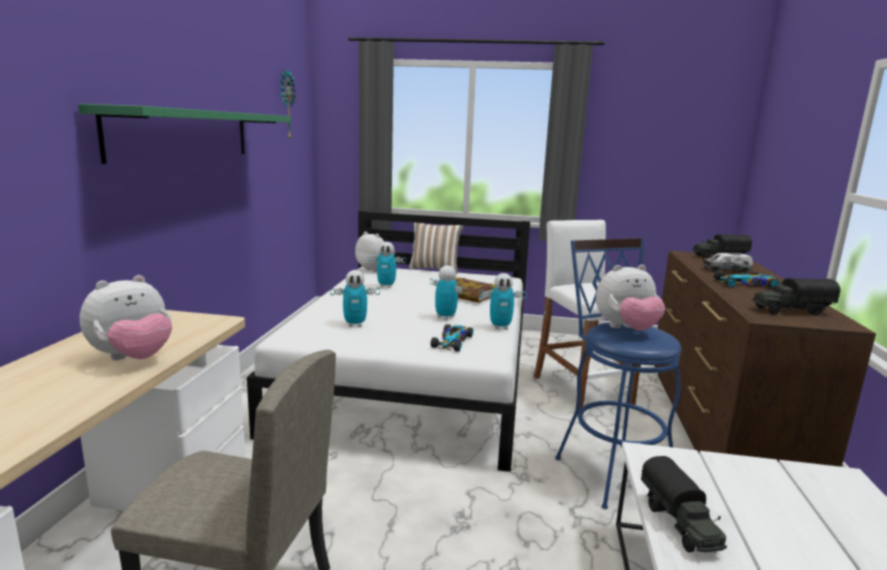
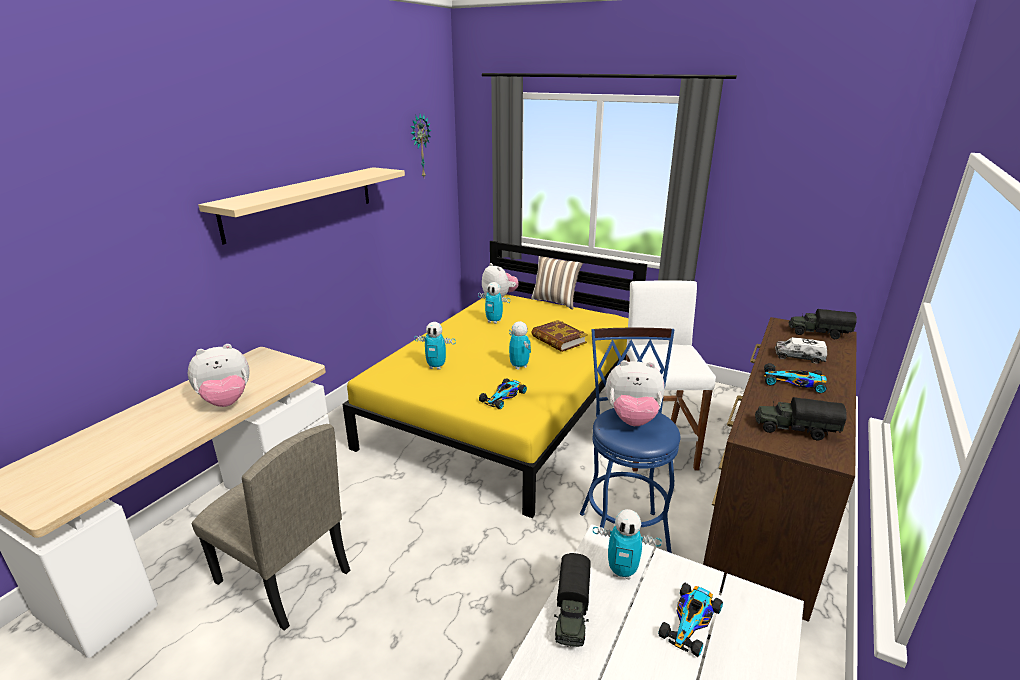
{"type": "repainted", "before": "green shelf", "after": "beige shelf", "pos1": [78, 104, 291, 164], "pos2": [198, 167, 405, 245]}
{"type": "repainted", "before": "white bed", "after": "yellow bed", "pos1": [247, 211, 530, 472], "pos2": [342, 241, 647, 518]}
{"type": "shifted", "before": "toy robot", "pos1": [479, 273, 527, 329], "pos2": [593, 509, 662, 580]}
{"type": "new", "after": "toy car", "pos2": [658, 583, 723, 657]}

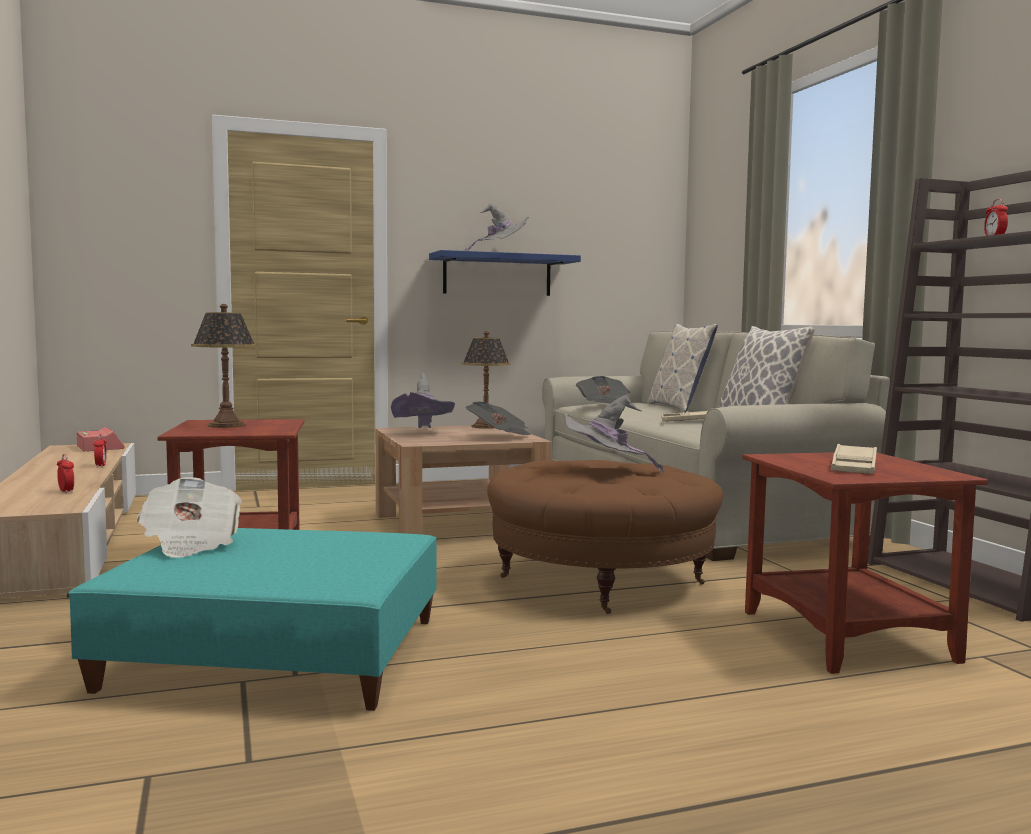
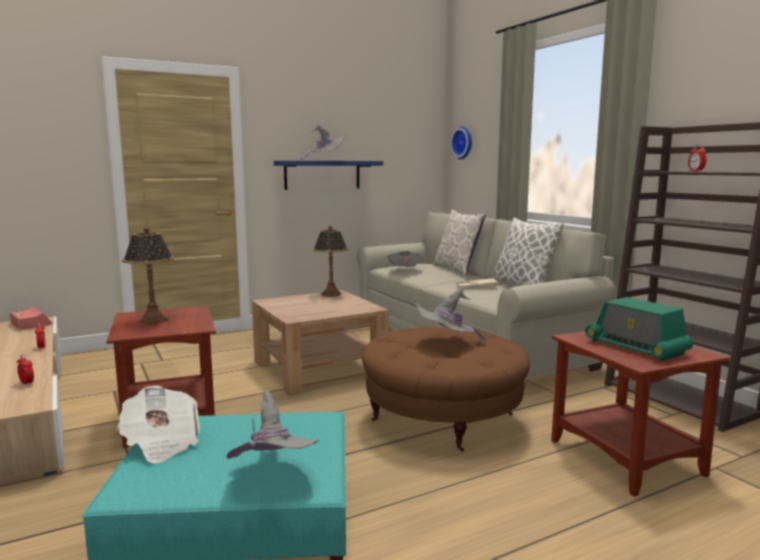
{"type": "shifted", "before": "grey hat", "pos1": [391, 372, 455, 428], "pos2": [226, 390, 319, 459]}
{"type": "gone", "before": "newspaper", "pos1": [466, 402, 531, 435]}
{"type": "swapped", "before": "beige tray", "after": "radio", "pos1": [831, 444, 877, 474], "pos2": [585, 297, 693, 361]}
{"type": "new", "after": "wall clock", "pos2": [450, 126, 472, 159]}

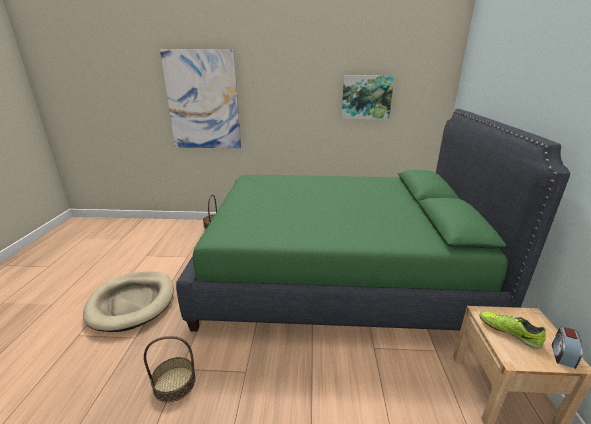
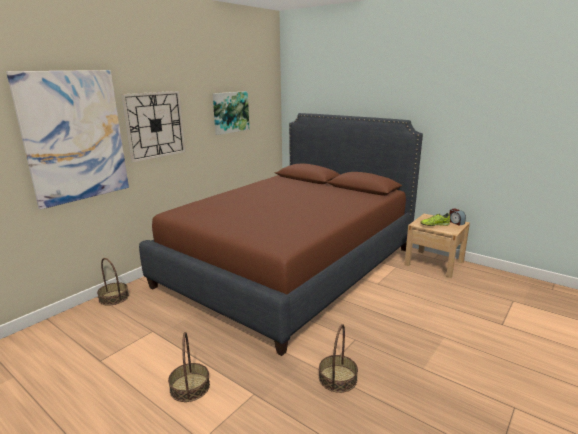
{"type": "swapped", "before": "beige dog bed", "after": "basket", "pos1": [83, 271, 174, 332], "pos2": [168, 332, 210, 402]}
{"type": "repainted", "before": "green bed", "after": "brown bed", "pos1": [176, 109, 570, 332], "pos2": [139, 113, 423, 356]}
{"type": "new", "after": "wall clock", "pos2": [121, 91, 185, 162]}

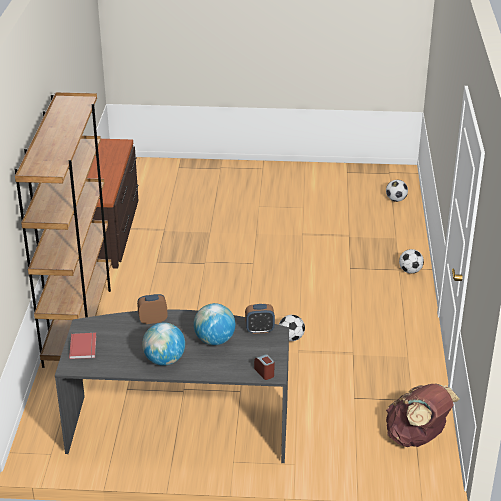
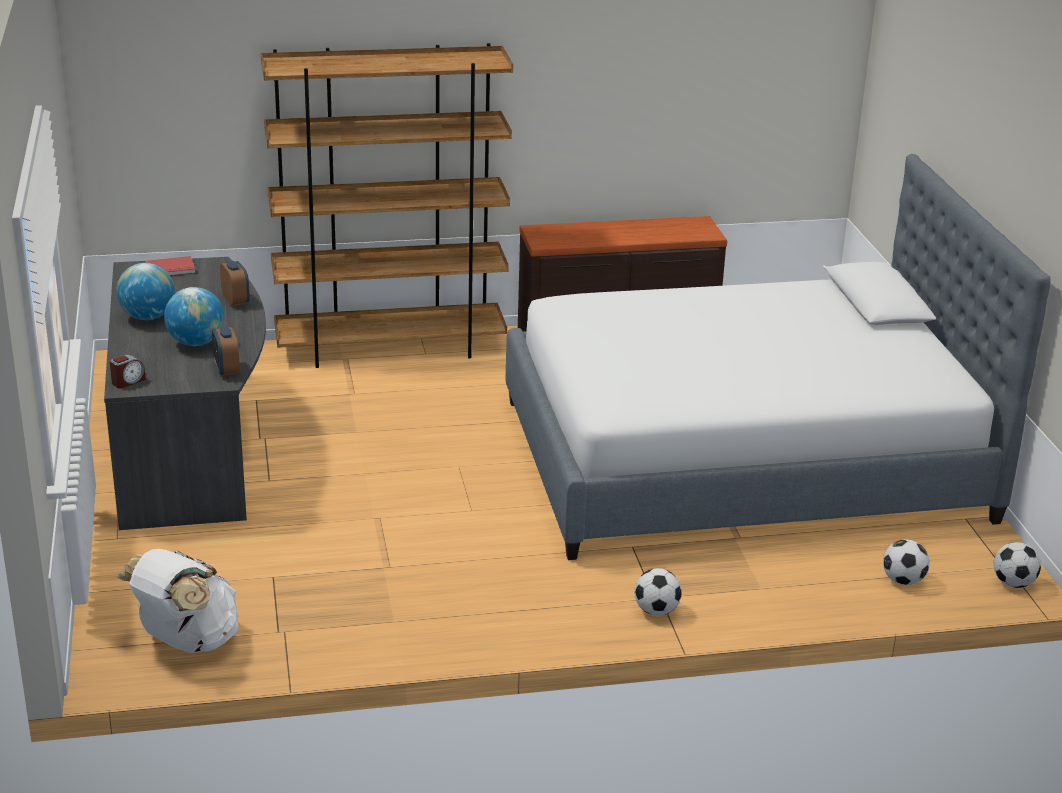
{"type": "shifted", "before": "football", "pos1": [279, 315, 305, 341], "pos2": [993, 542, 1041, 588]}
{"type": "repainted", "before": "brown backpack", "after": "white backpack", "pos1": [386, 384, 460, 447], "pos2": [117, 549, 239, 653]}
{"type": "new", "after": "bed", "pos2": [505, 154, 1051, 560]}

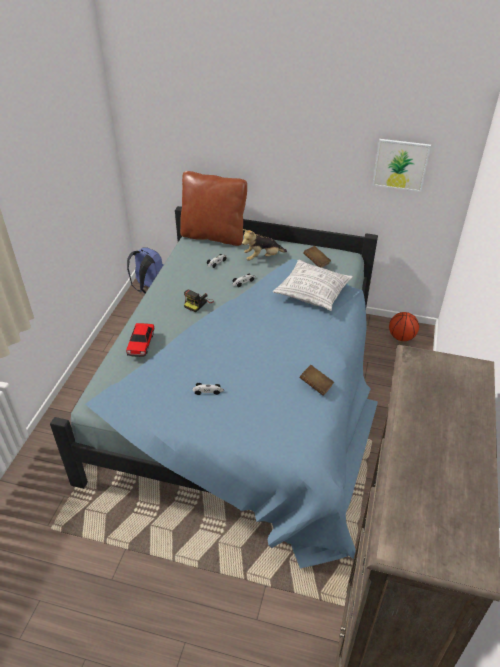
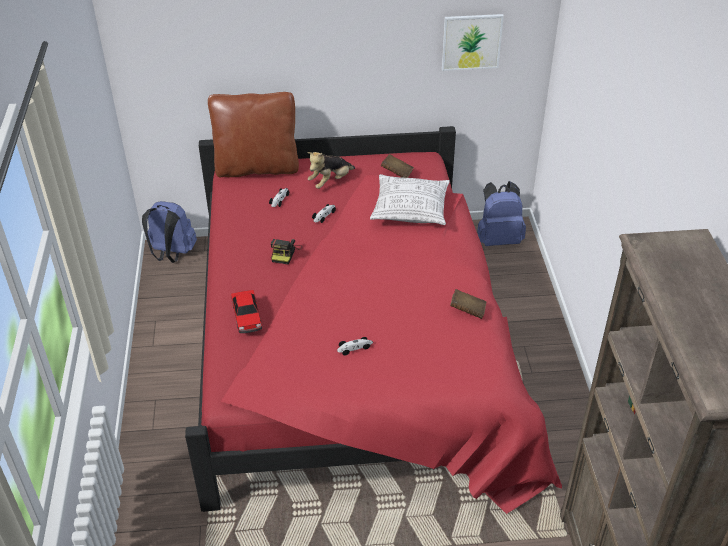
{"type": "repainted", "before": "blue bed", "after": "red bed", "pos1": [50, 206, 378, 569], "pos2": [185, 126, 562, 514]}
{"type": "swapped", "before": "basketball", "after": "blue backpack", "pos1": [389, 312, 419, 341], "pos2": [477, 181, 526, 246]}

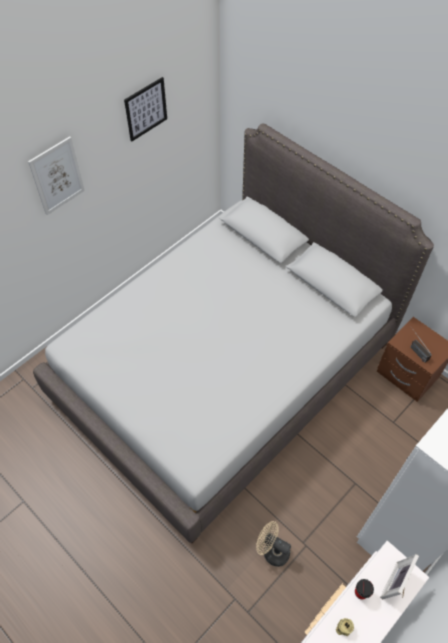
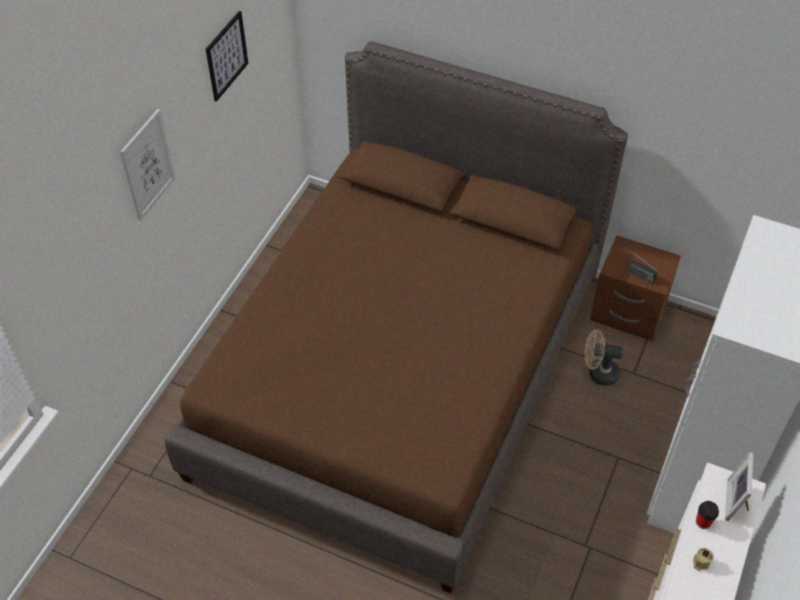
{"type": "repainted", "before": "grey bed", "after": "brown bed", "pos1": [33, 124, 434, 543], "pos2": [164, 41, 628, 593]}
{"type": "shifted", "before": "beige fan", "pos1": [257, 521, 291, 567], "pos2": [585, 329, 624, 386]}

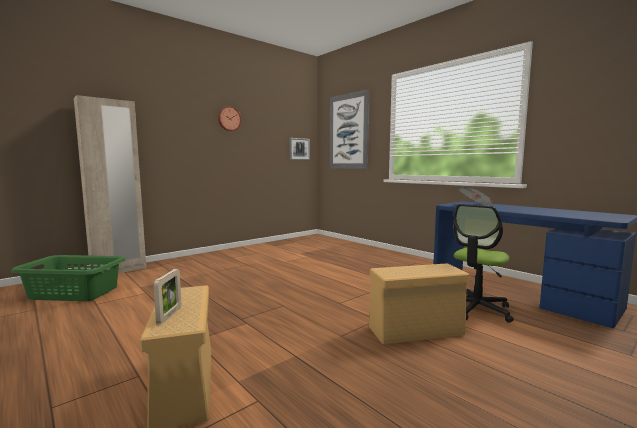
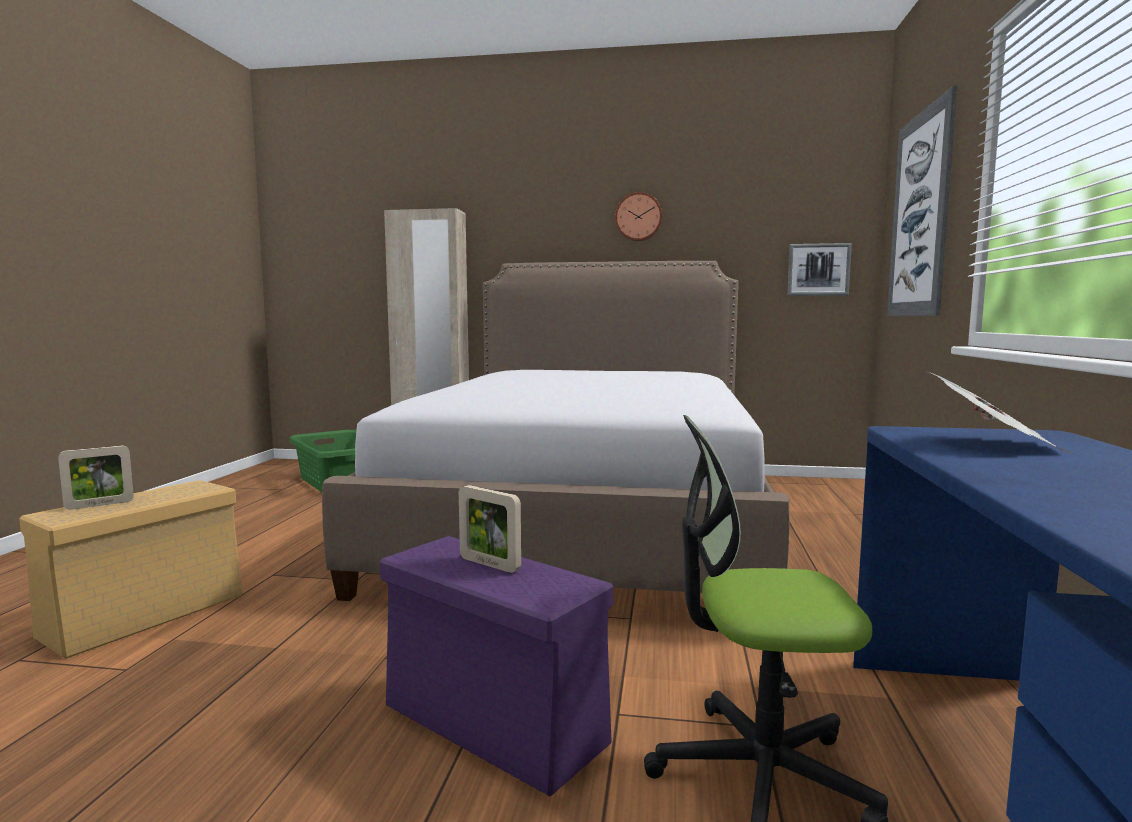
{"type": "repainted", "before": "beige storage box", "after": "purple storage box", "pos1": [369, 263, 470, 345], "pos2": [380, 536, 613, 796]}
{"type": "new", "after": "bed", "pos2": [322, 261, 789, 601]}
{"type": "new", "after": "picture frame", "pos2": [459, 485, 521, 573]}

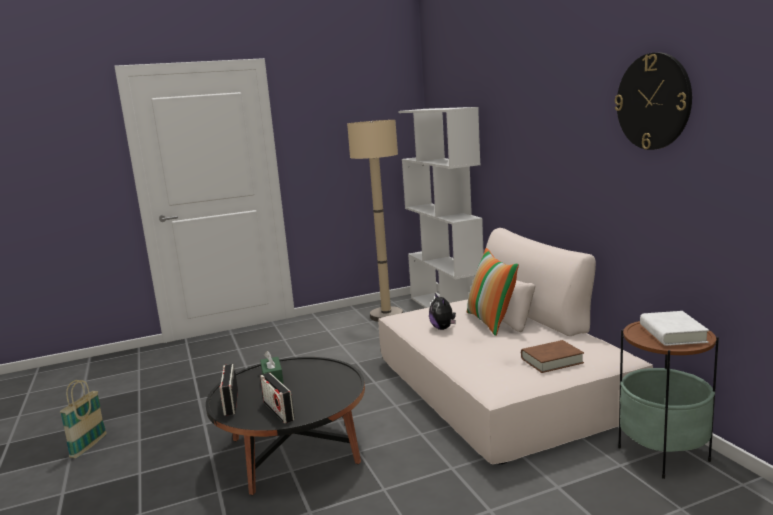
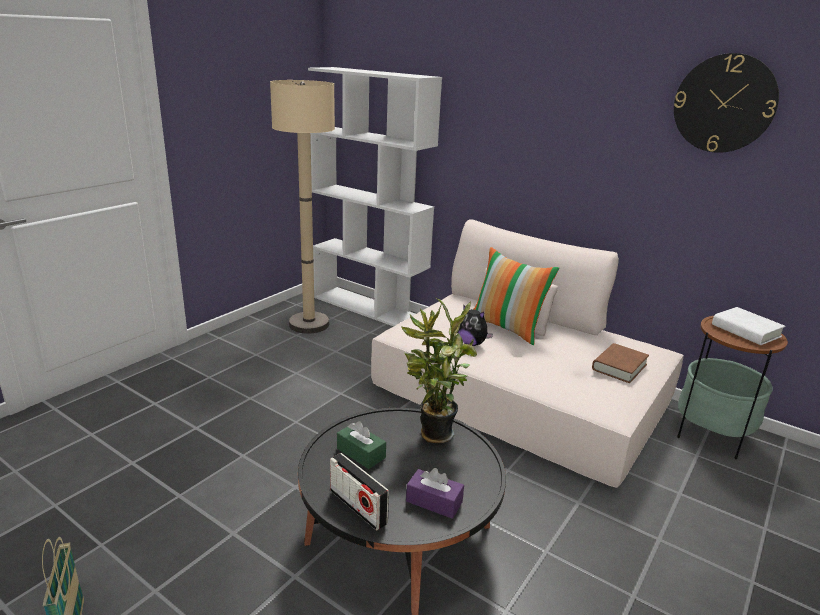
{"type": "swapped", "before": "radio", "after": "purple tissue box", "pos1": [260, 373, 295, 423], "pos2": [406, 468, 464, 519]}
{"type": "new", "after": "potted plant", "pos2": [401, 299, 477, 443]}

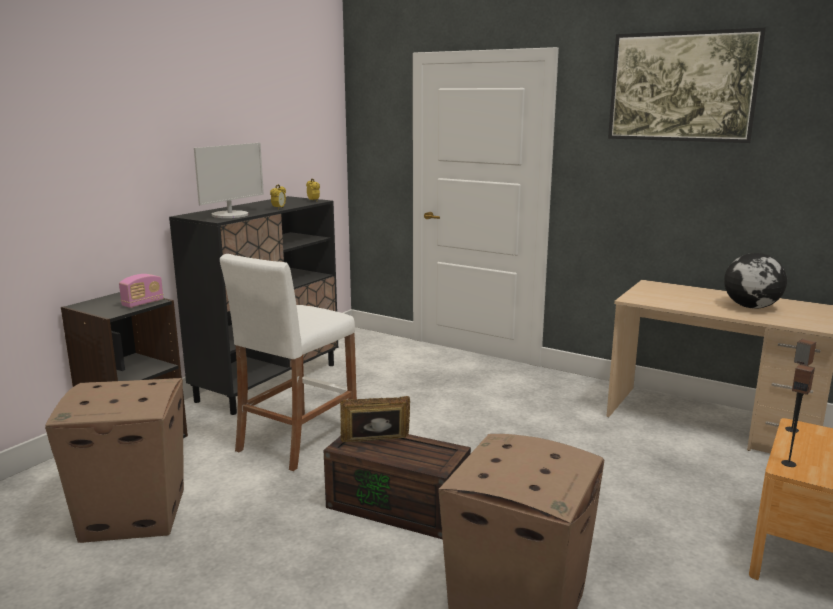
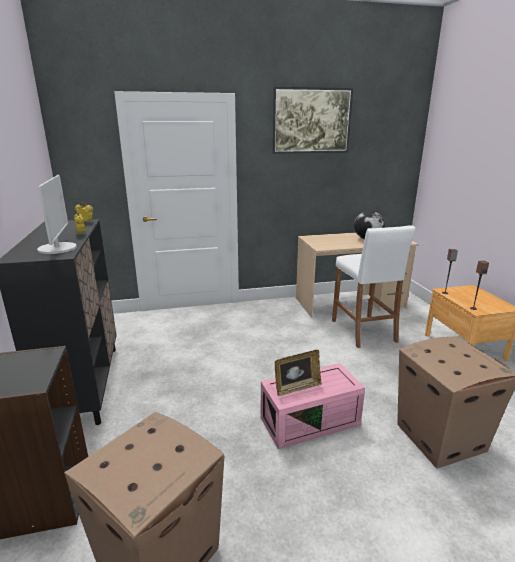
{"type": "gone", "before": "radio", "pos1": [119, 274, 163, 308]}
{"type": "shifted", "before": "white stool", "pos1": [220, 254, 357, 471], "pos2": [332, 225, 415, 348]}
{"type": "repainted", "before": "brown storage box", "after": "pink storage box", "pos1": [323, 434, 471, 539], "pos2": [261, 363, 365, 449]}
{"type": "rotated", "before": "picture frame", "pos1": [340, 396, 410, 443], "pos2": [275, 350, 322, 396], "turn": -150}

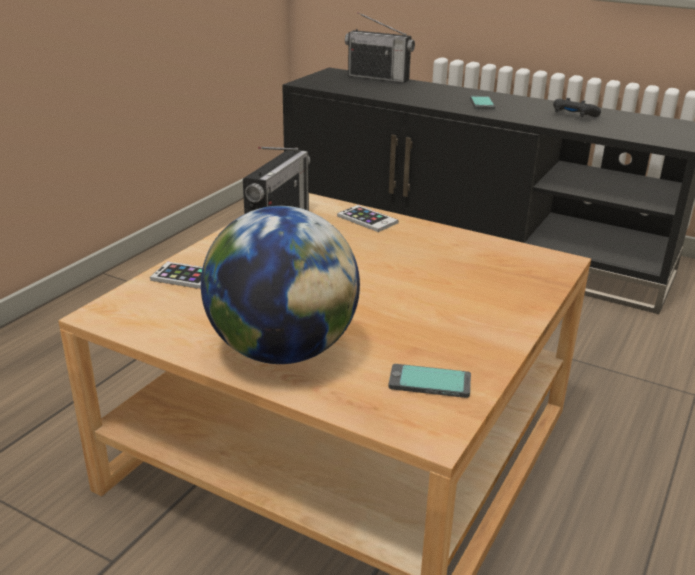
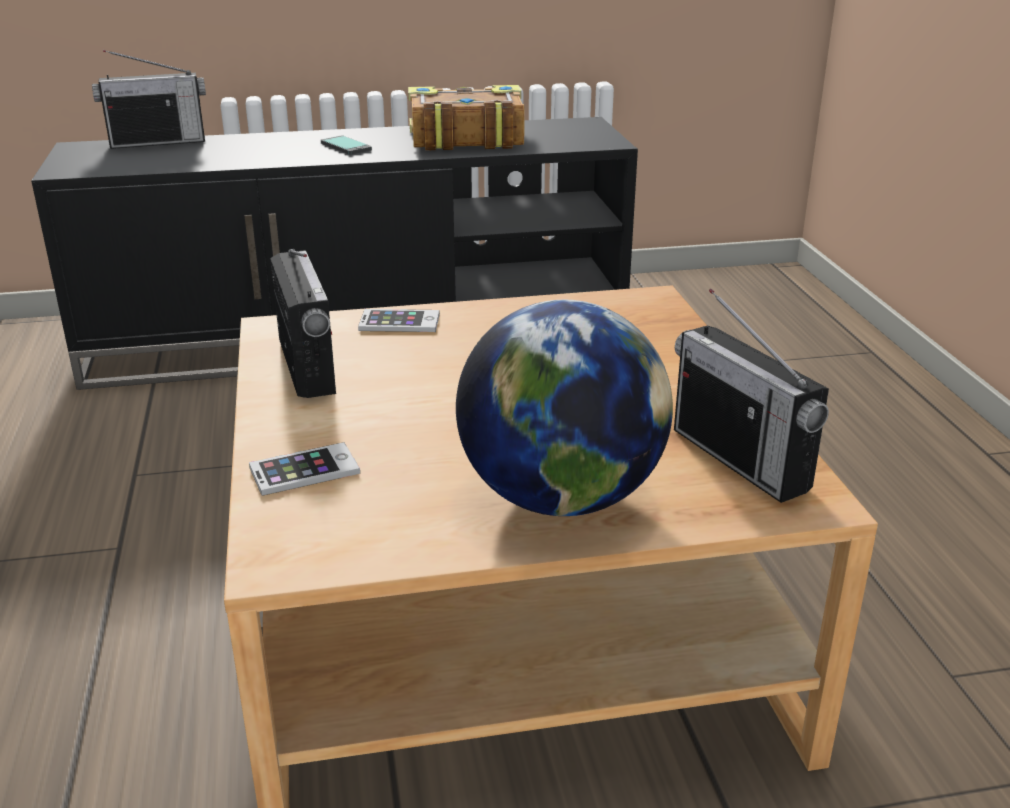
{"type": "swapped", "before": "phone", "after": "radio", "pos1": [388, 364, 471, 398], "pos2": [674, 289, 829, 503]}
{"type": "swapped", "before": "black game controller", "after": "book", "pos1": [553, 98, 601, 117], "pos2": [408, 85, 525, 151]}

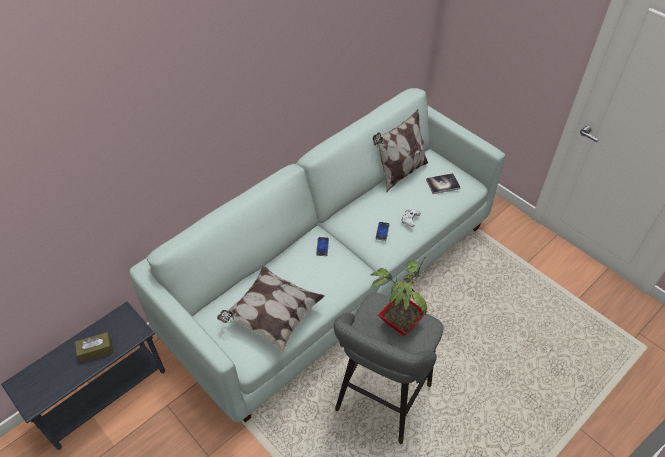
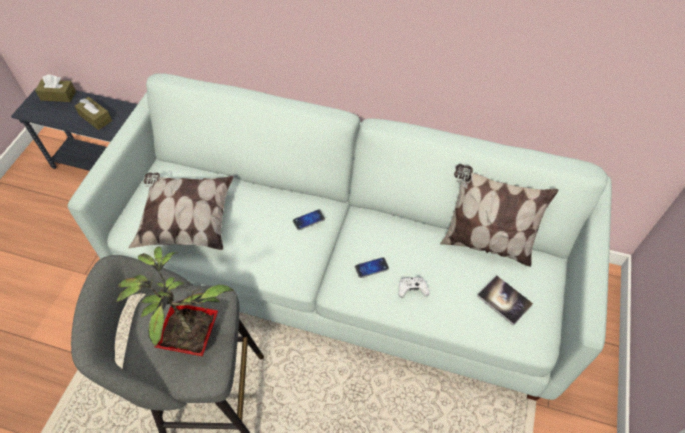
{"type": "new", "after": "brown tissue box", "pos2": [35, 74, 76, 102]}

